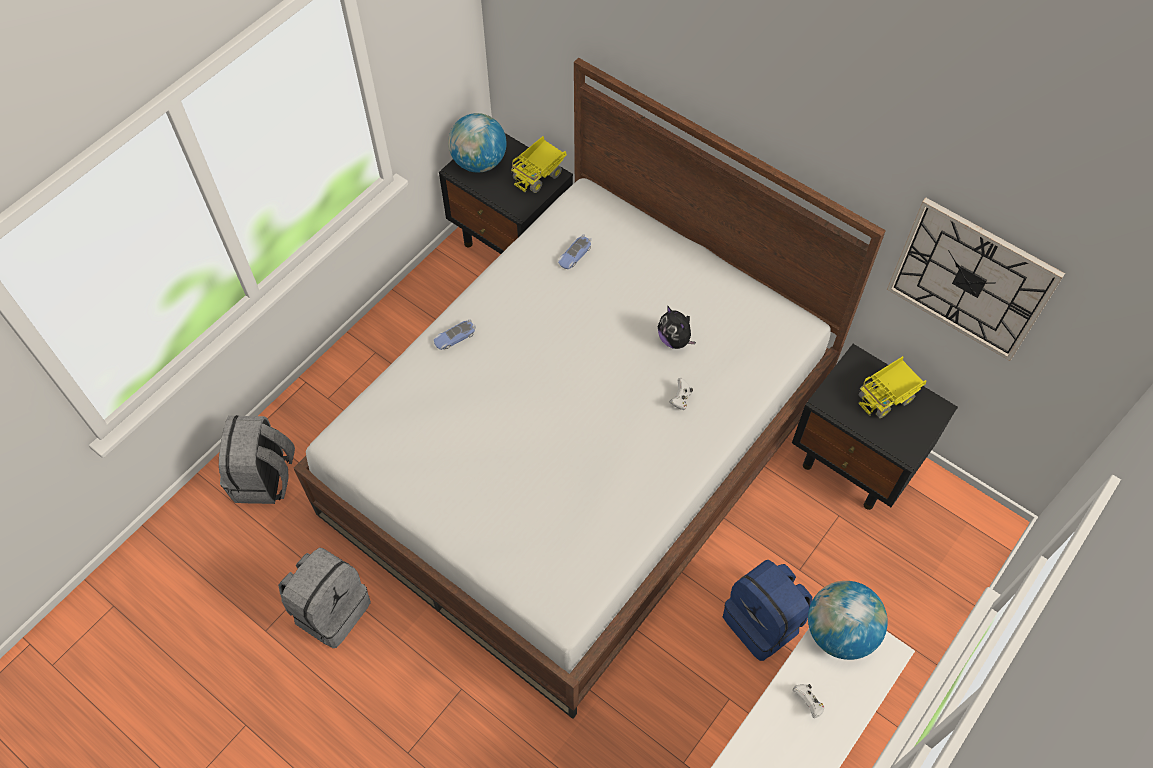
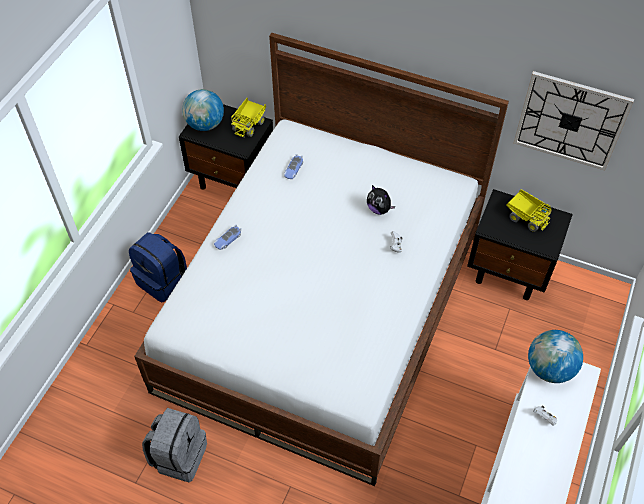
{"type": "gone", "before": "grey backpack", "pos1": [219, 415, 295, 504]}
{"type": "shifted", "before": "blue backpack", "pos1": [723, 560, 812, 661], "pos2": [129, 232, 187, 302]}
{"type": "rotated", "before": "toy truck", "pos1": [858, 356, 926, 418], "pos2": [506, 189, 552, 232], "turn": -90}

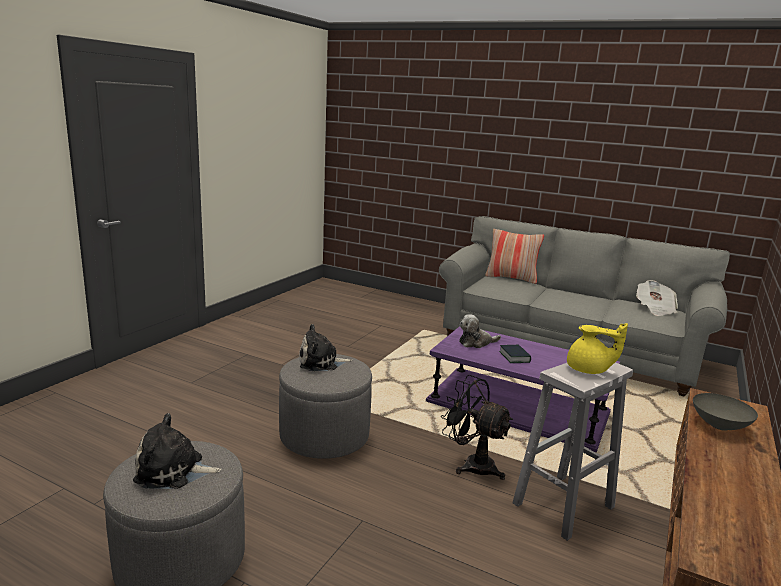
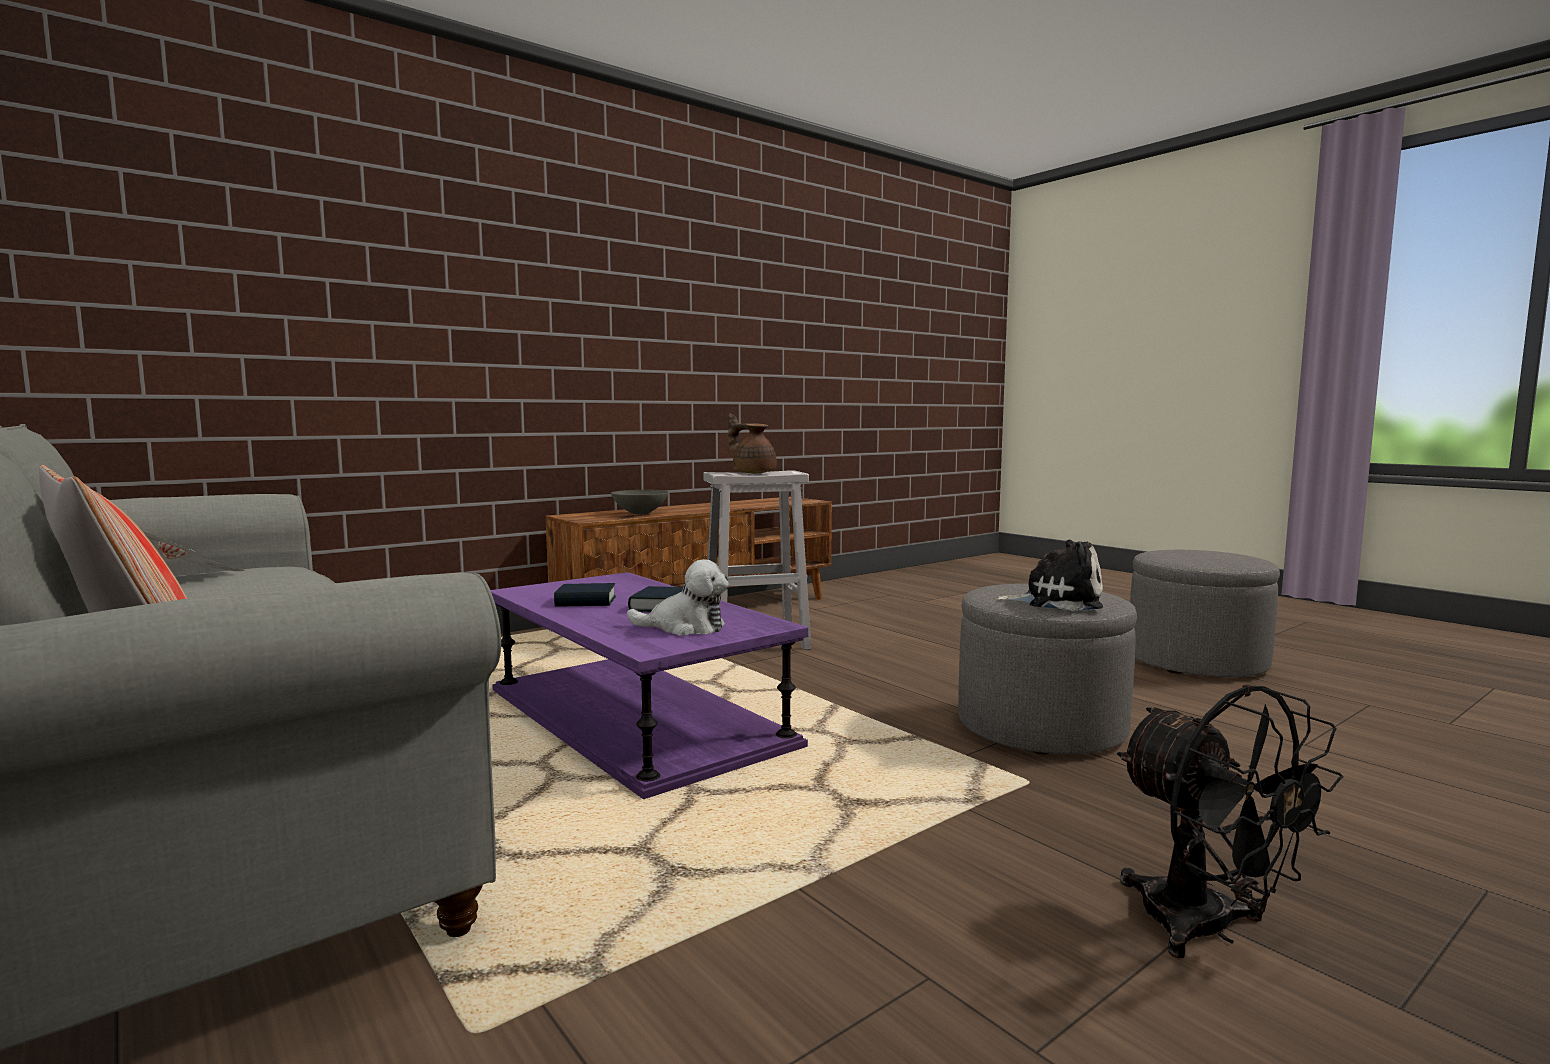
{"type": "gone", "before": "plush toy", "pos1": [133, 413, 222, 489]}
{"type": "shifted", "before": "black fan", "pos1": [441, 375, 513, 480], "pos2": [1117, 684, 1344, 958]}
{"type": "repainted", "before": "yellow teapot", "after": "brown teapot", "pos1": [567, 323, 628, 374], "pos2": [728, 413, 777, 473]}
{"type": "new", "after": "book", "pos2": [554, 583, 616, 607]}

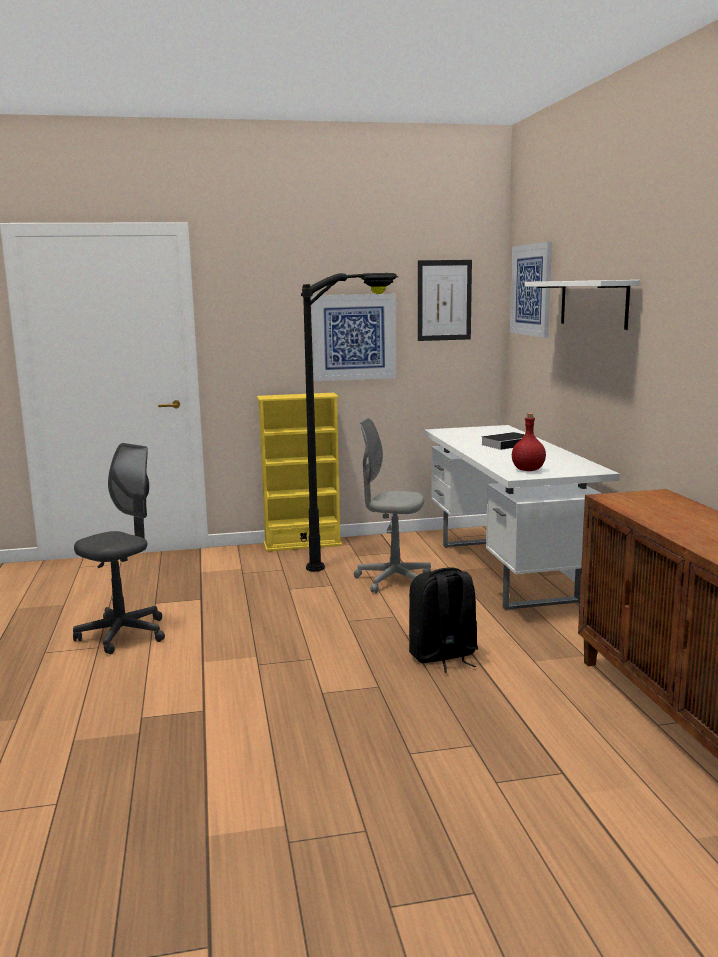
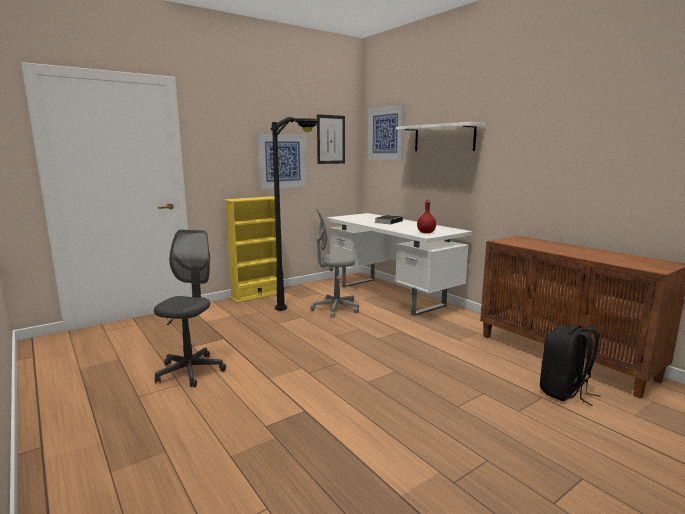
{"type": "shifted", "before": "black backpack", "pos1": [409, 567, 478, 673], "pos2": [540, 325, 600, 406]}

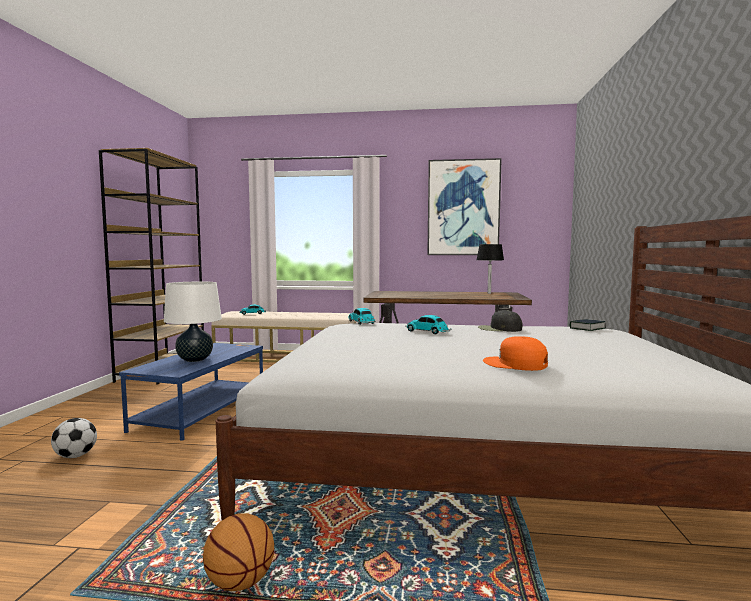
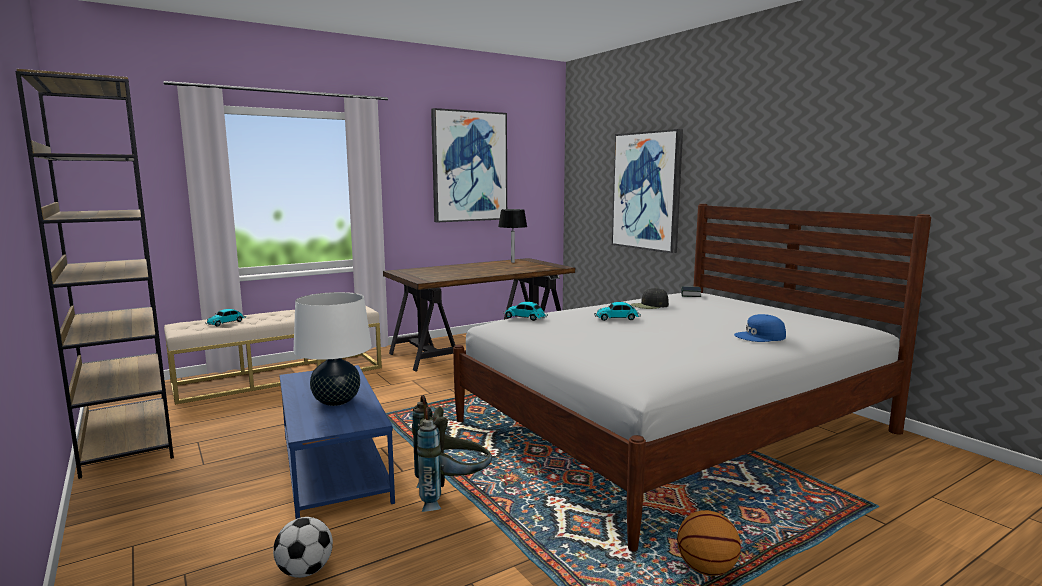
{"type": "repainted", "before": "orange cap", "after": "blue cap", "pos1": [483, 336, 548, 371], "pos2": [734, 314, 786, 342]}
{"type": "new", "after": "grey backpack", "pos2": [412, 395, 492, 512]}
{"type": "new", "after": "picture", "pos2": [612, 129, 683, 253]}

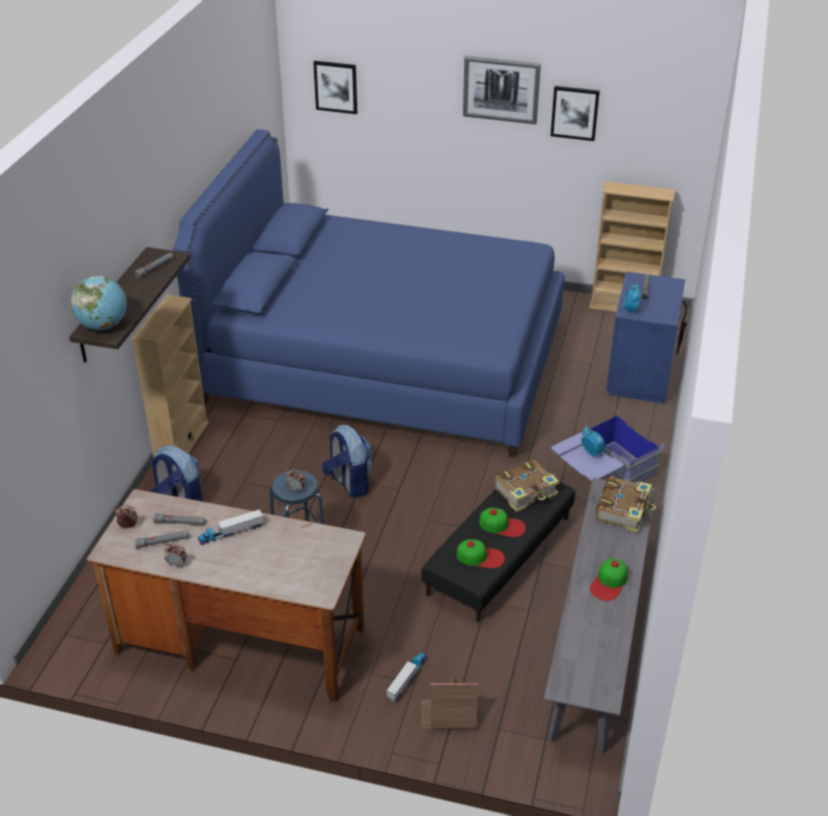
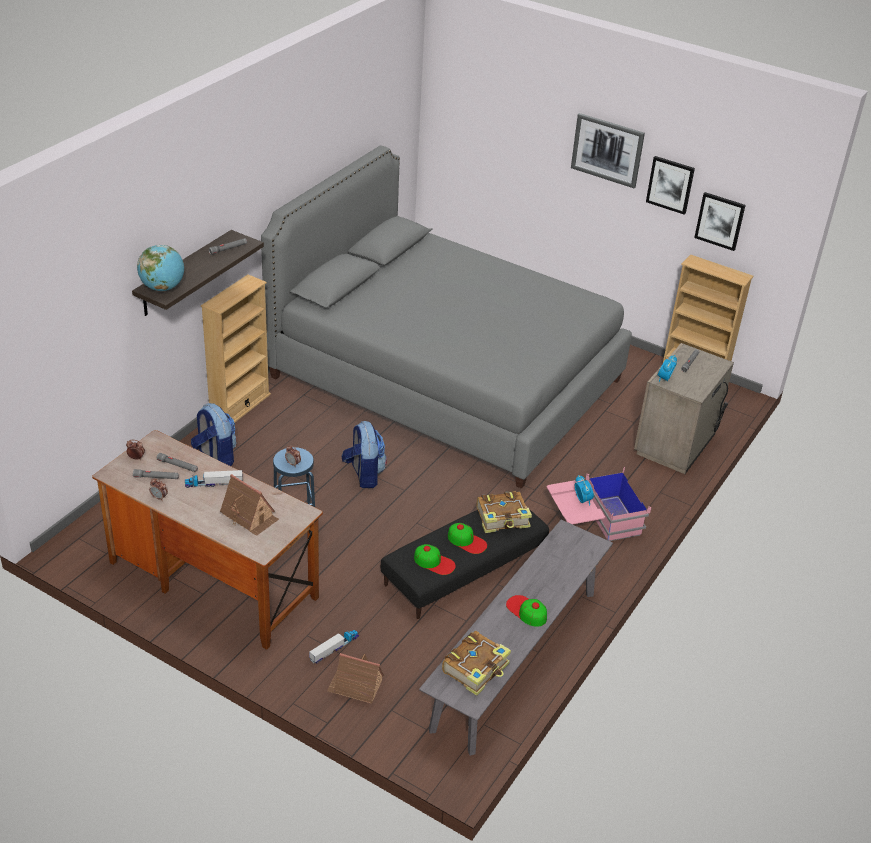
{"type": "repainted", "before": "blue bed", "after": "grey bed", "pos1": [173, 129, 565, 457], "pos2": [261, 146, 632, 489]}
{"type": "shifted", "before": "picture", "pos1": [313, 61, 357, 114], "pos2": [694, 192, 746, 251]}
{"type": "repainted", "before": "blue storage box", "after": "pink storage box", "pos1": [551, 410, 664, 483], "pos2": [547, 467, 651, 541]}
{"type": "rotated", "before": "cap", "pos1": [590, 559, 628, 601], "pos2": [506, 595, 547, 627], "turn": 90}
{"type": "shifted", "before": "book", "pos1": [596, 476, 656, 533], "pos2": [442, 631, 511, 696]}
{"type": "repainted", "before": "blue nightstand", "after": "beige nightstand", "pos1": [606, 272, 687, 403], "pos2": [634, 343, 734, 474]}
{"type": "new", "after": "toy house", "pos2": [220, 474, 279, 536]}

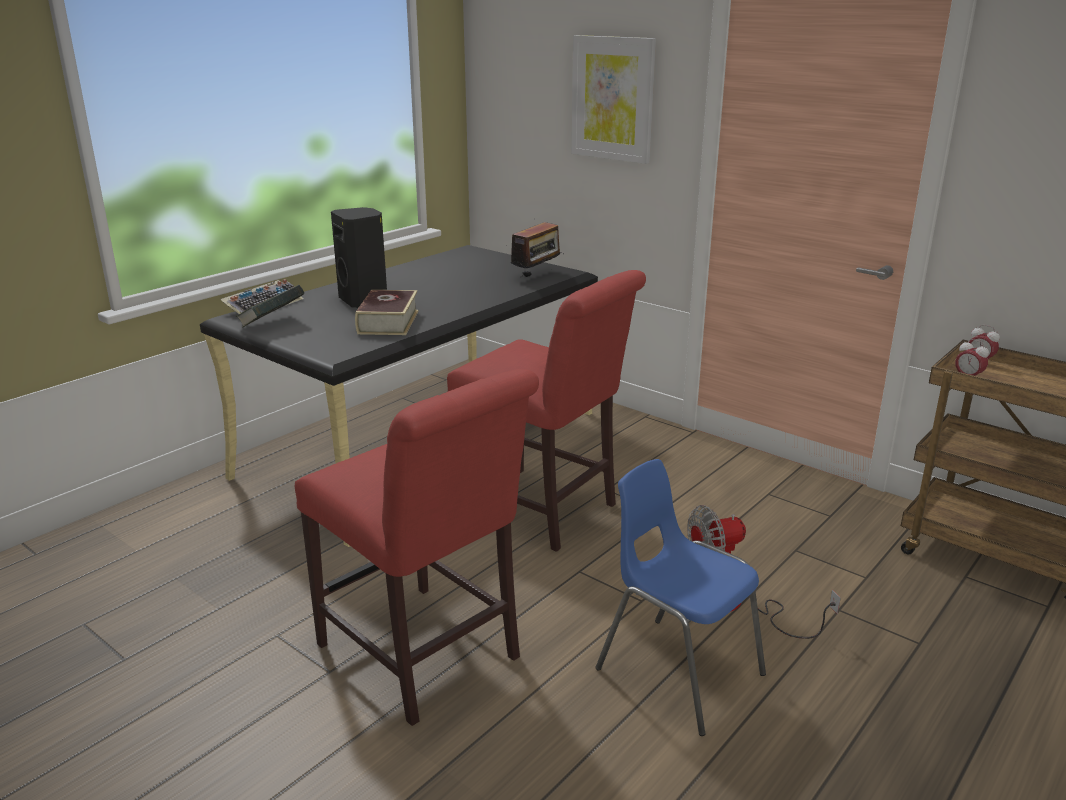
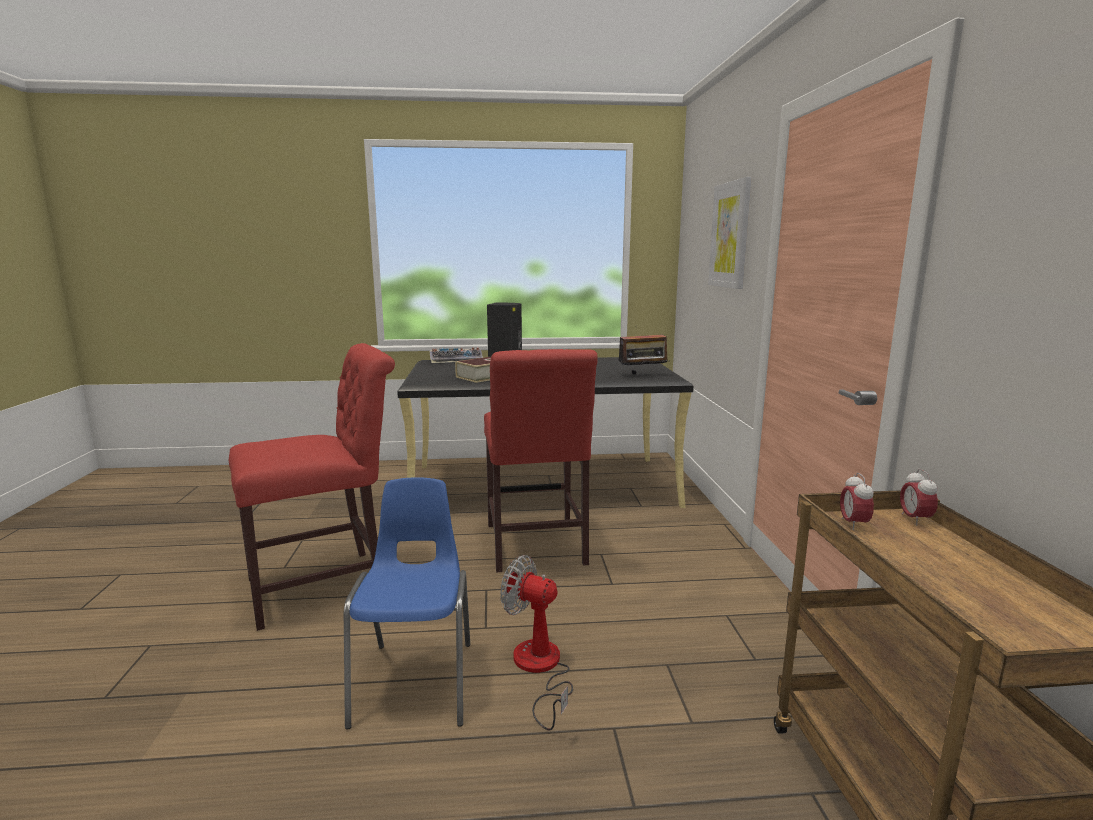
{"type": "gone", "before": "book", "pos1": [236, 285, 305, 328]}
{"type": "rotated", "before": "red chair", "pos1": [295, 369, 539, 726], "pos2": [229, 343, 395, 631], "turn": -120}

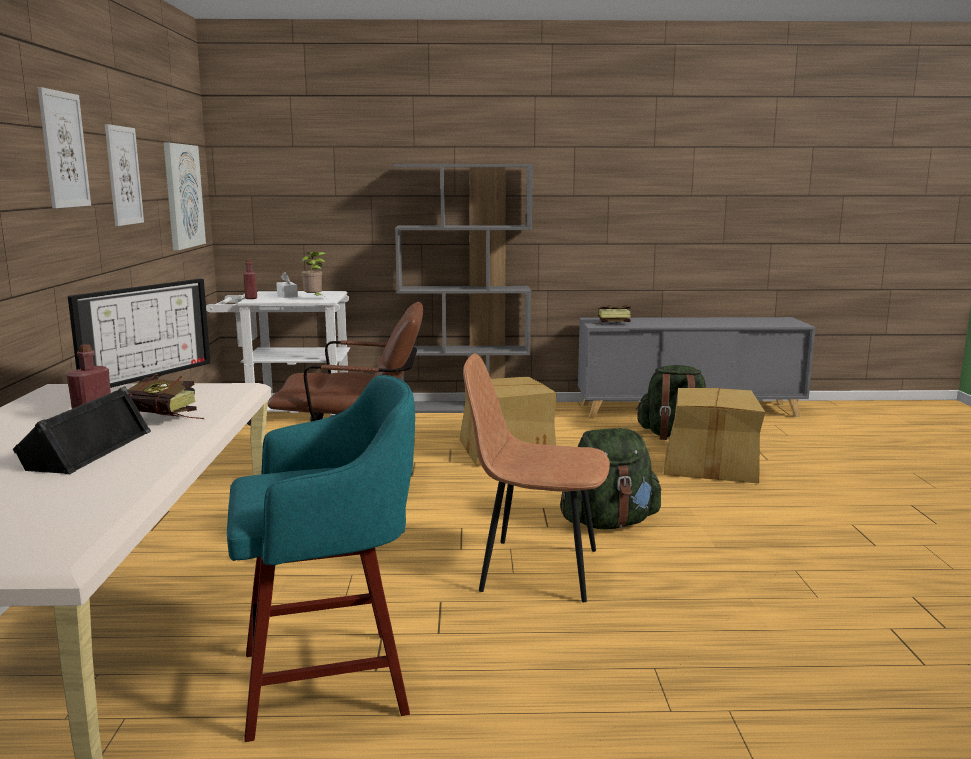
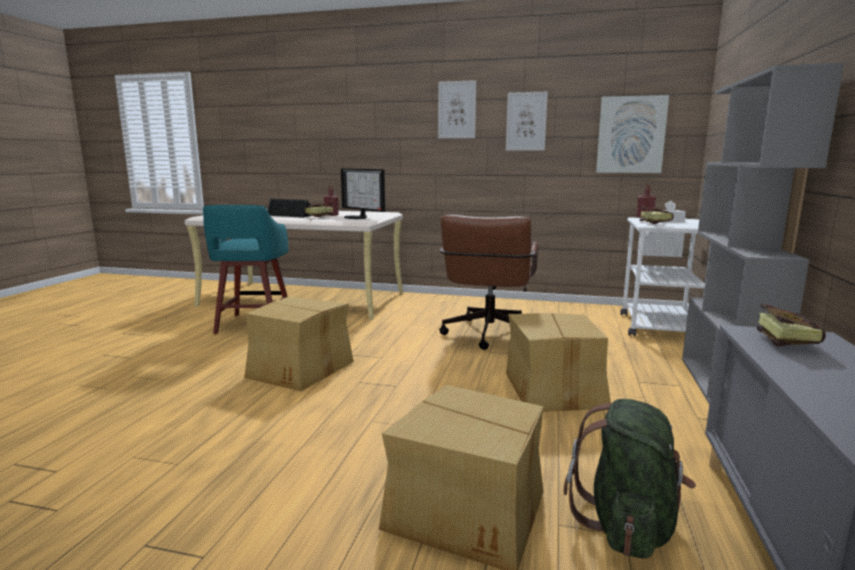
{"type": "swapped", "before": "potted plant", "after": "book", "pos1": [302, 252, 326, 296], "pos2": [640, 206, 674, 225]}
{"type": "swapped", "before": "brown chair", "after": "cardboard box", "pos1": [463, 353, 610, 602], "pos2": [244, 297, 354, 391]}
{"type": "gone", "before": "green backpack", "pos1": [560, 428, 662, 530]}

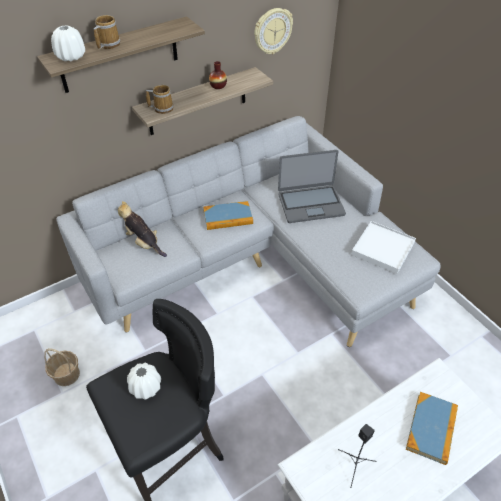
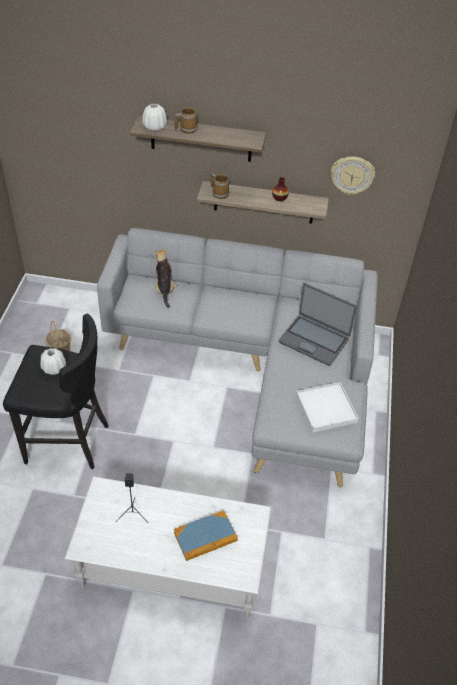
{"type": "gone", "before": "book", "pos1": [203, 201, 253, 230]}

